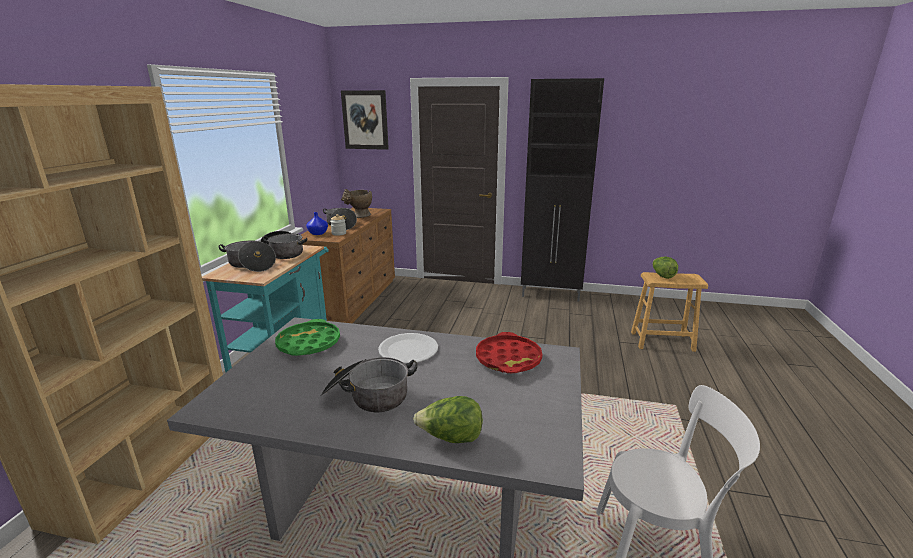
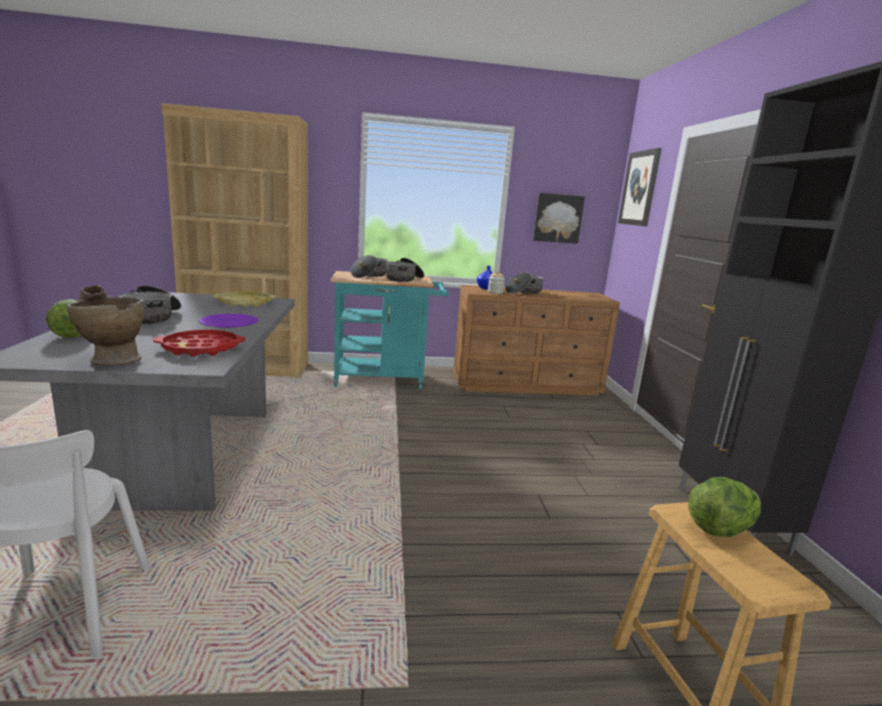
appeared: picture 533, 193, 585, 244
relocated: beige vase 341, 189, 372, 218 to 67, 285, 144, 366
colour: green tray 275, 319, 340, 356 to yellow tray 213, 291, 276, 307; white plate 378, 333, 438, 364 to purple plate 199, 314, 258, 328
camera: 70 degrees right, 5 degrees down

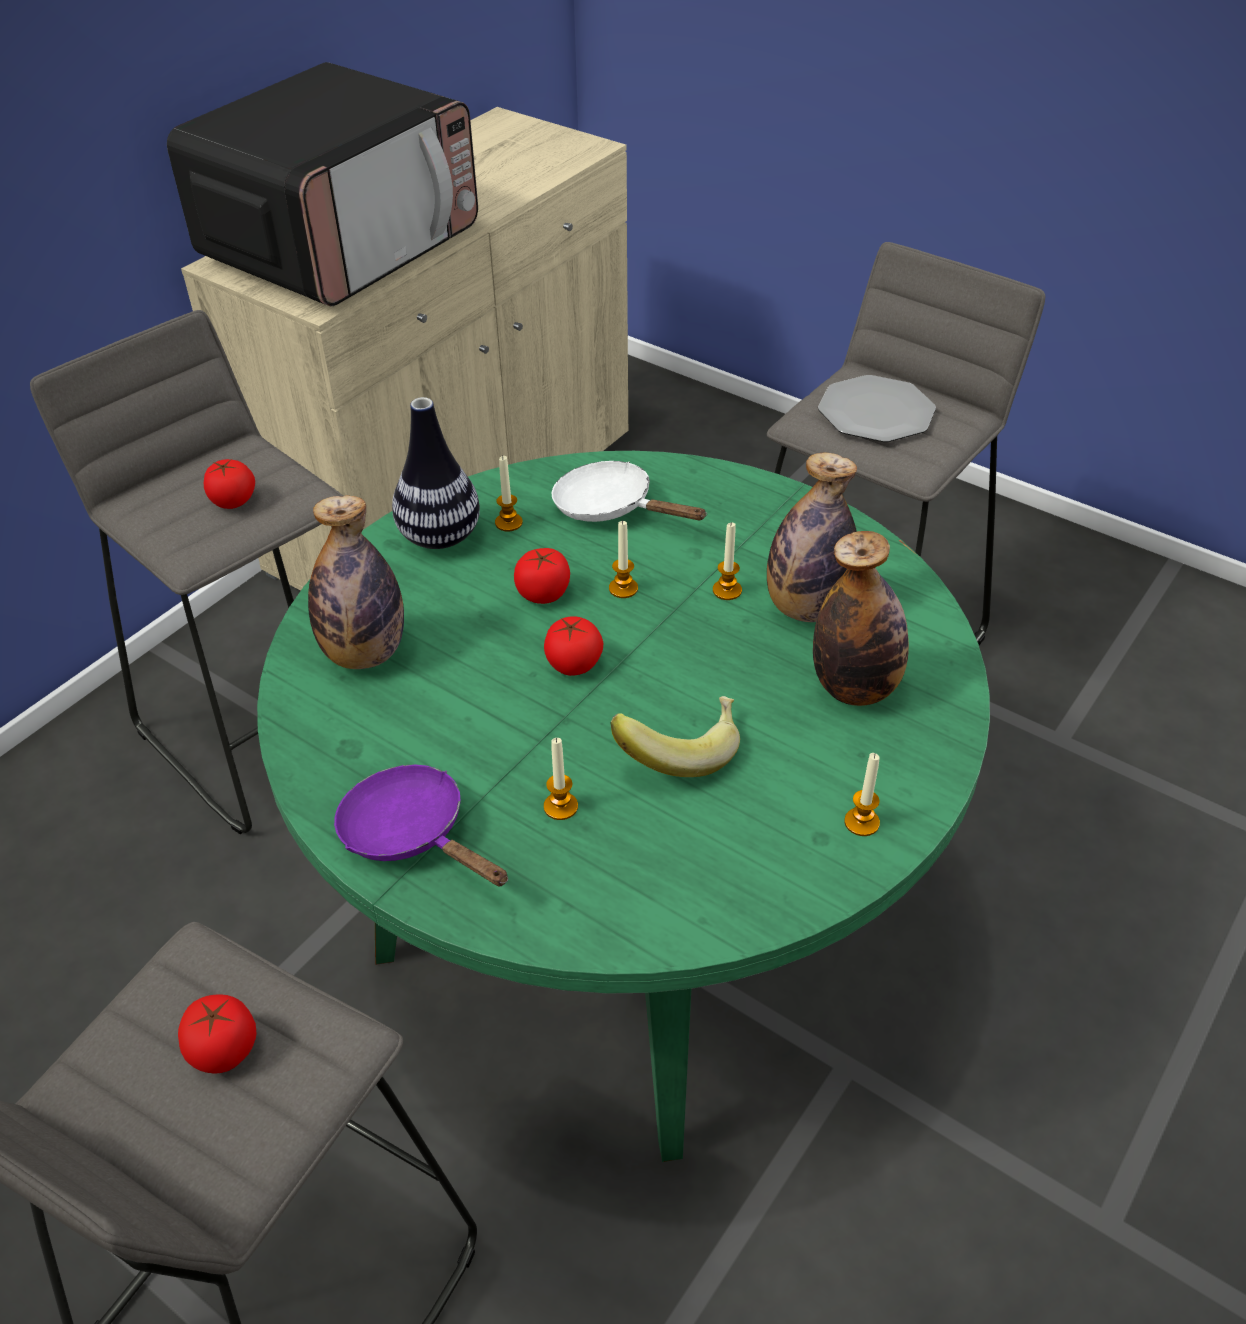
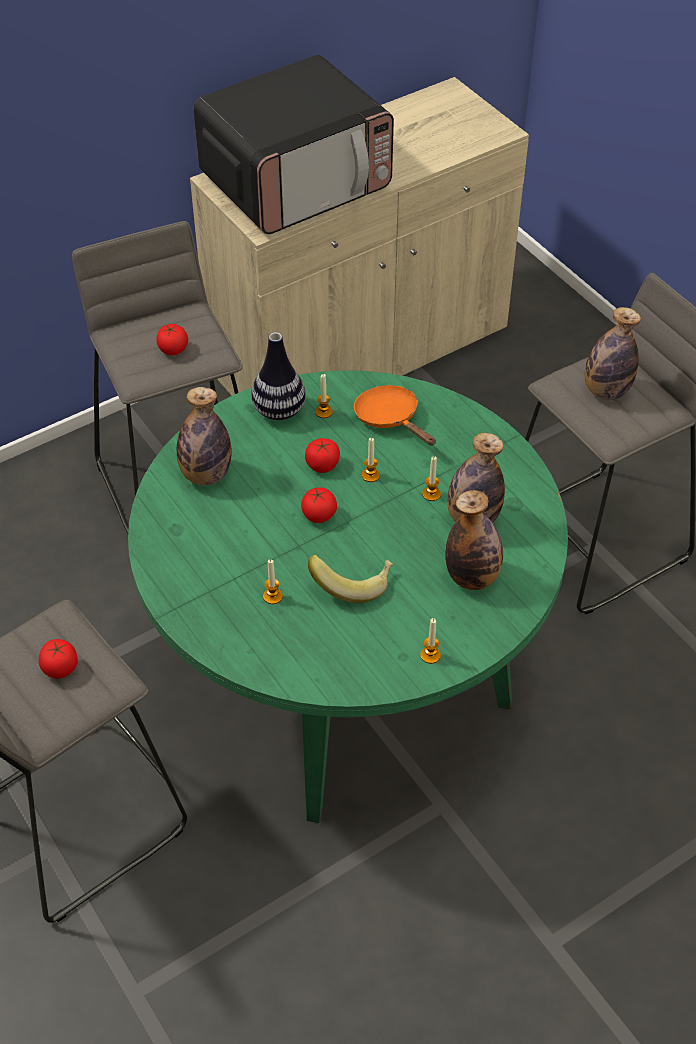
missing: purple frying pan 334, 765, 508, 886
exchanged: plate 818, 375, 936, 442 to bottle 585, 307, 641, 400
colour: white frying pan 552, 461, 707, 522 to orange frying pan 354, 385, 436, 446
camera: 20 degrees right, 5 degrees up

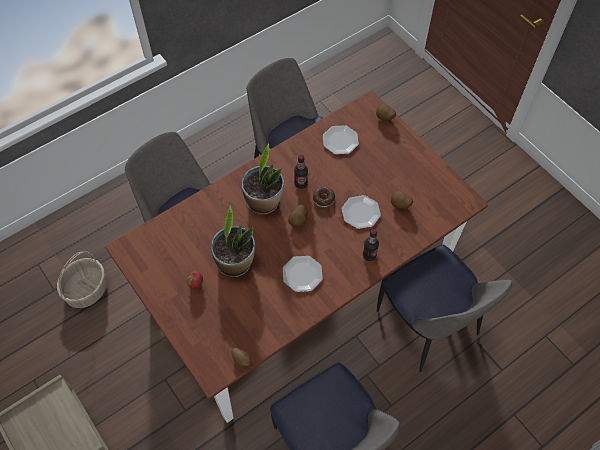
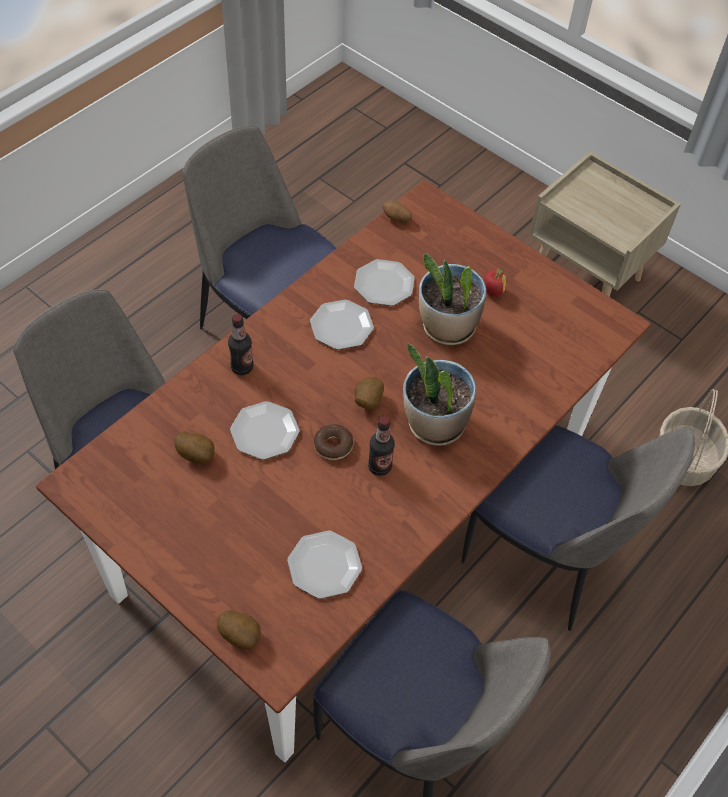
appeared: plate 354, 259, 414, 306
camera: 165 degrees right, 5 degrees down

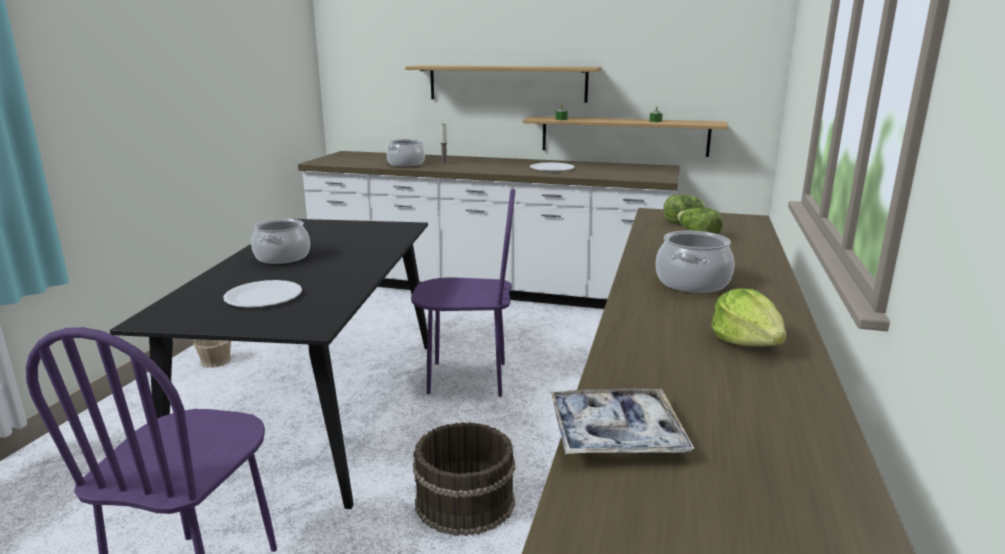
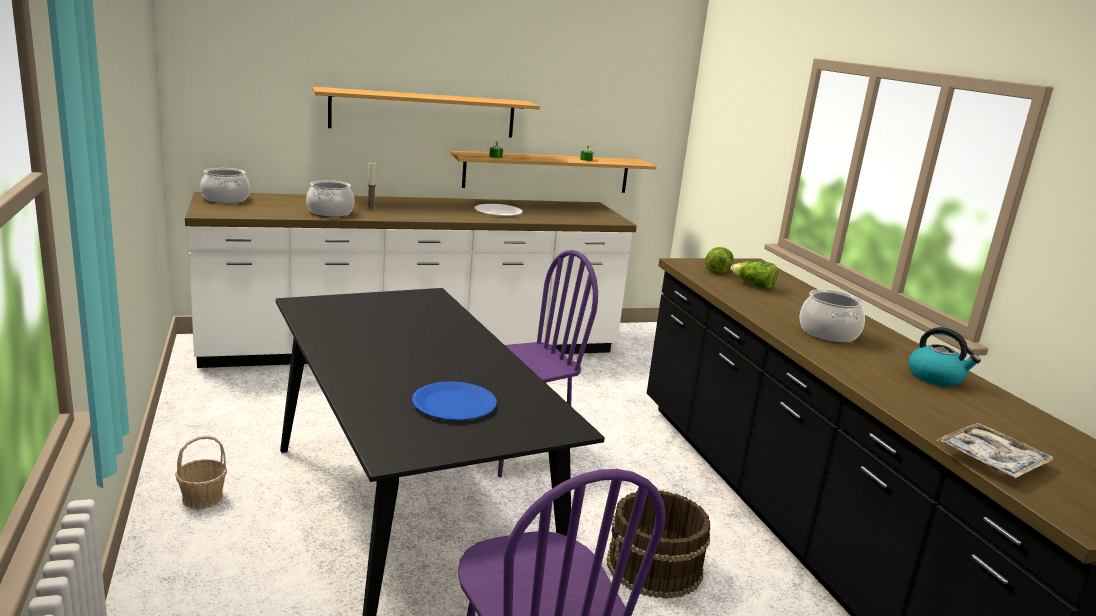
relocated: cooking pot 251, 219, 310, 264 to 200, 168, 250, 203
exchanged: lettuce 711, 288, 787, 347 to kettle 909, 327, 981, 386
colour: white plate 223, 280, 302, 307 to blue plate 412, 381, 497, 420
camera: 35 degrees left, 0 degrees up

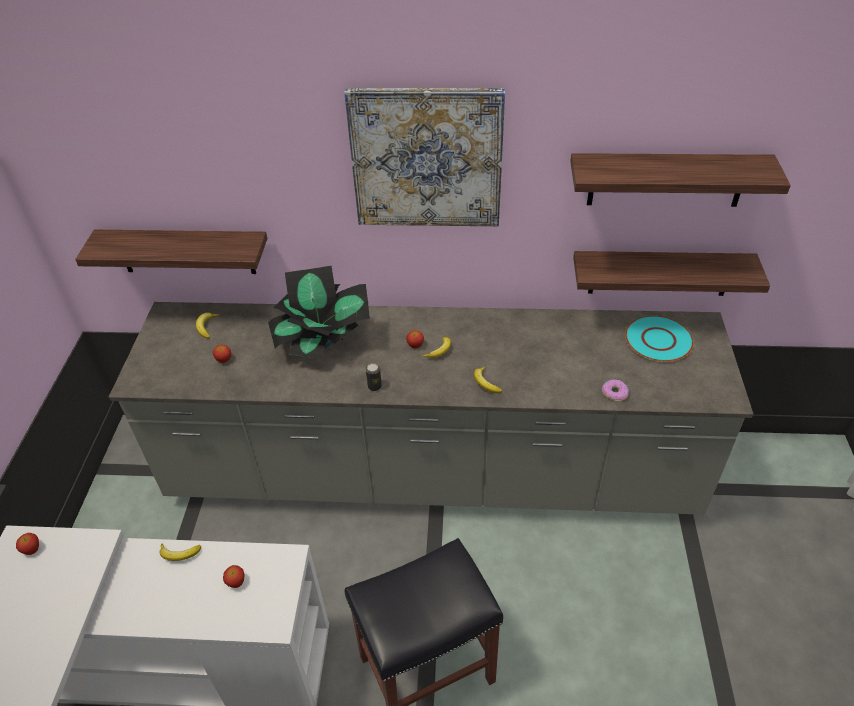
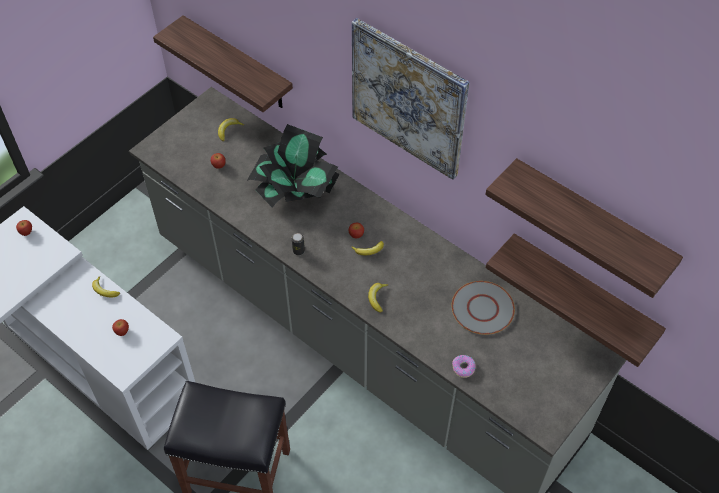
missing: turquoise plate 625, 315, 694, 362
appeared: grey plate 452, 281, 515, 335
camera: 35 degrees right, 10 degrees up

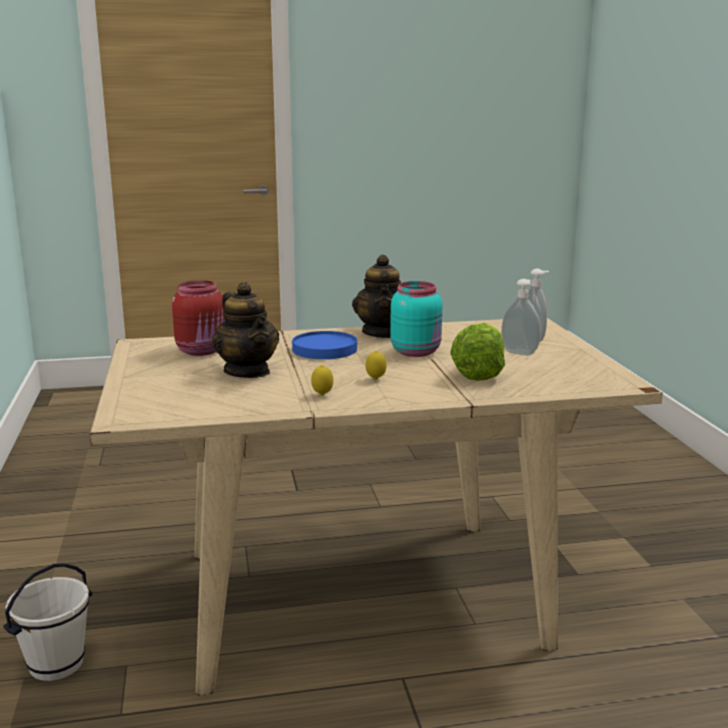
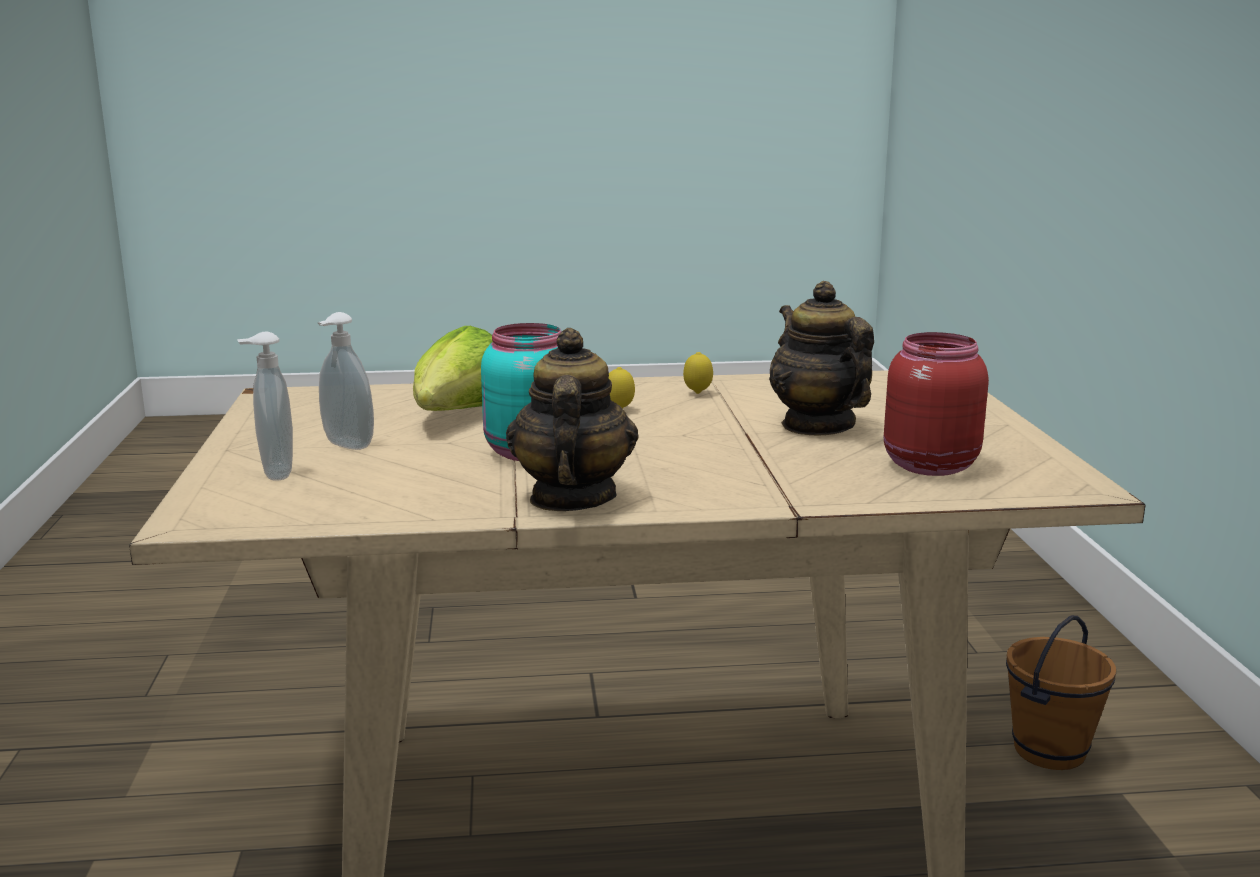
missing: blue plate 292, 331, 357, 359
colour: white bucket 3, 563, 92, 681 to brown bucket 1006, 615, 1116, 770
camera: 175 degrees left, 0 degrees up

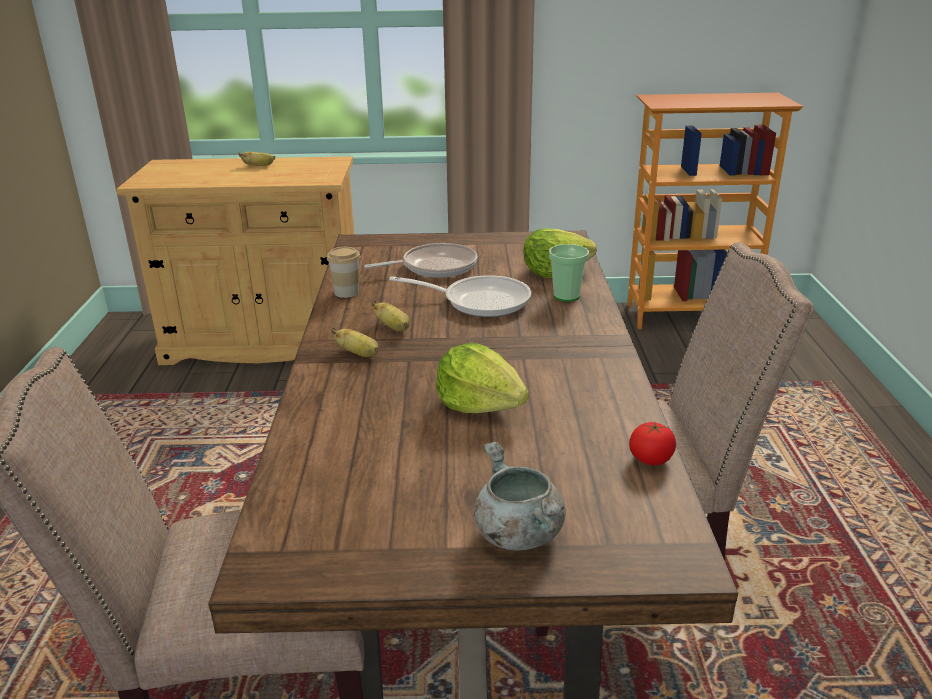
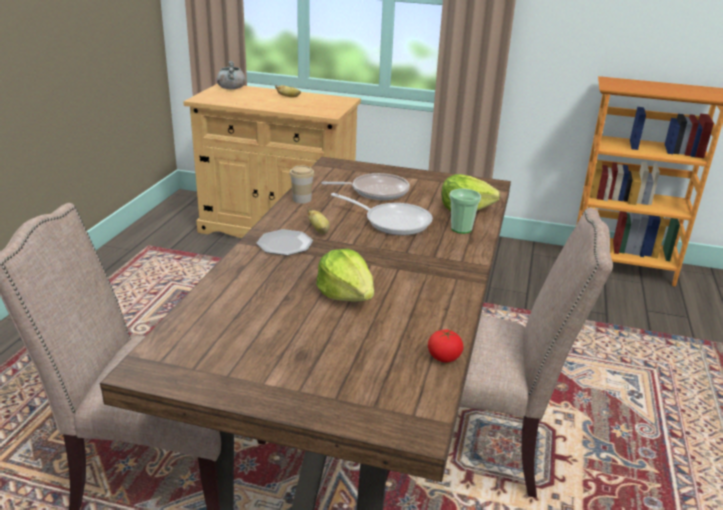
relocated: grey cooking pot 474, 442, 566, 550 to 217, 61, 246, 89
exchanged: banana 331, 327, 379, 357 to plate 257, 229, 313, 256
camera: 15 degrees right, 0 degrees up

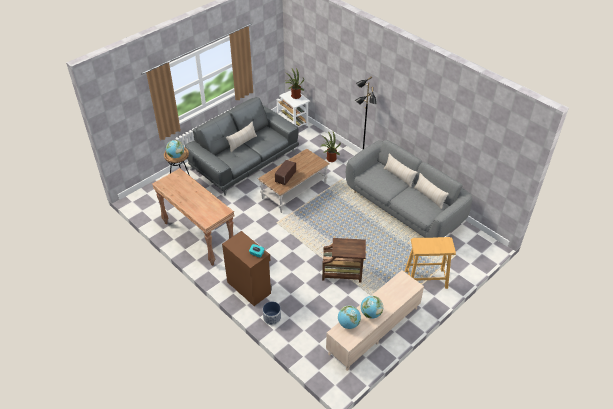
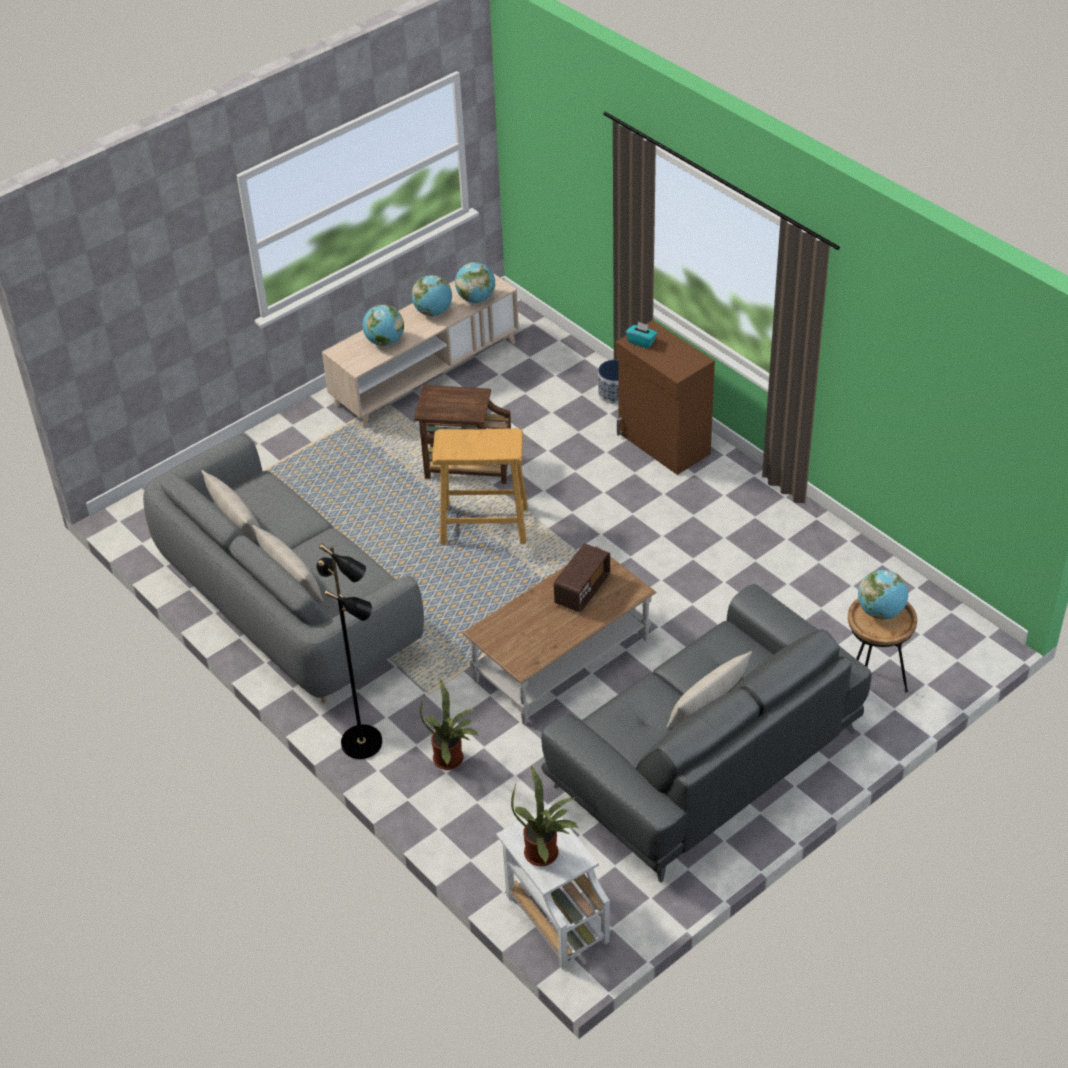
missing: brown console table 152, 168, 234, 266
appeared: globe 362, 304, 404, 346
relocated: beige stool 405, 237, 456, 289 to 432, 428, 528, 545
camera: 175 degrees left, 0 degrees up

